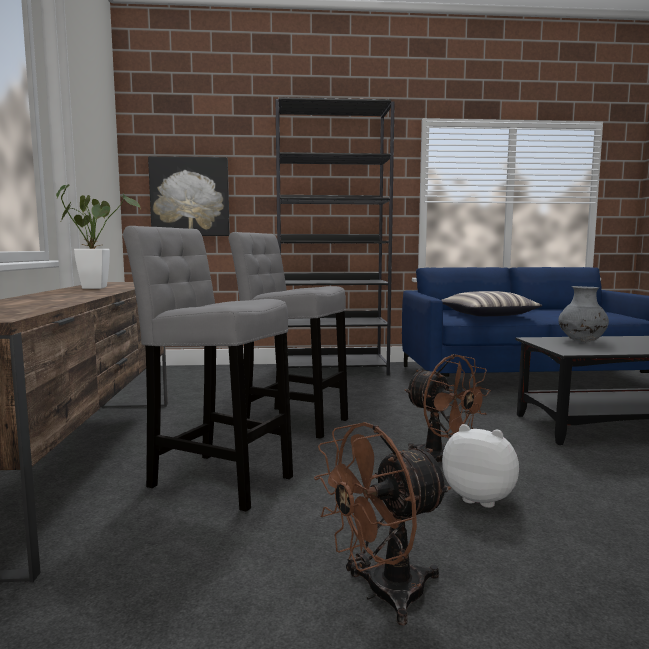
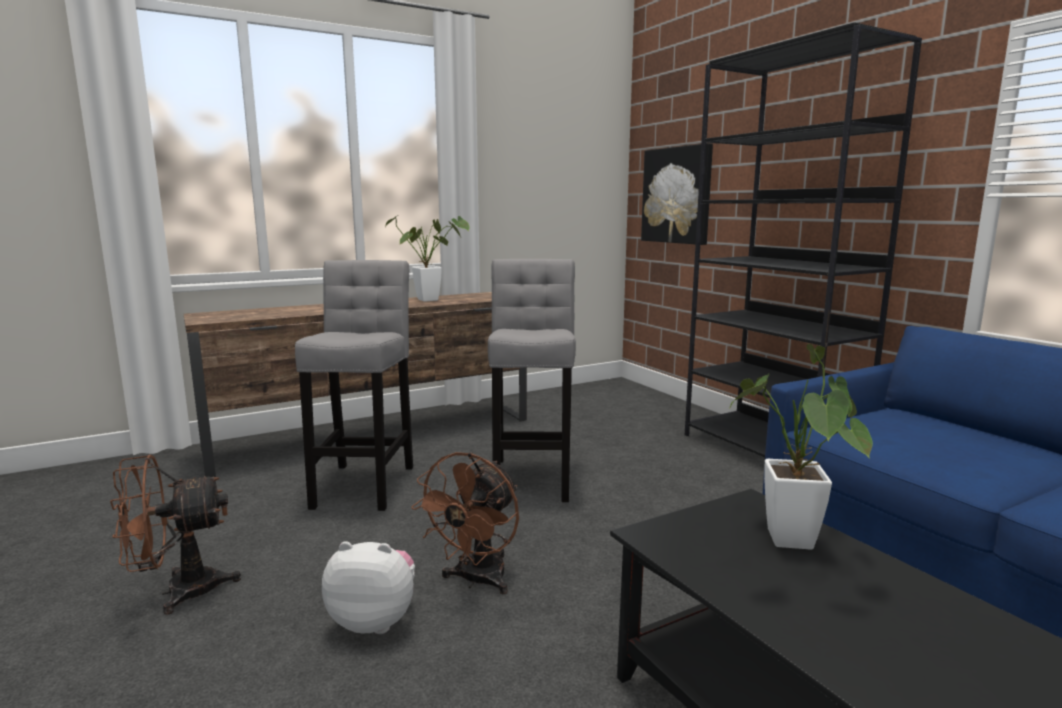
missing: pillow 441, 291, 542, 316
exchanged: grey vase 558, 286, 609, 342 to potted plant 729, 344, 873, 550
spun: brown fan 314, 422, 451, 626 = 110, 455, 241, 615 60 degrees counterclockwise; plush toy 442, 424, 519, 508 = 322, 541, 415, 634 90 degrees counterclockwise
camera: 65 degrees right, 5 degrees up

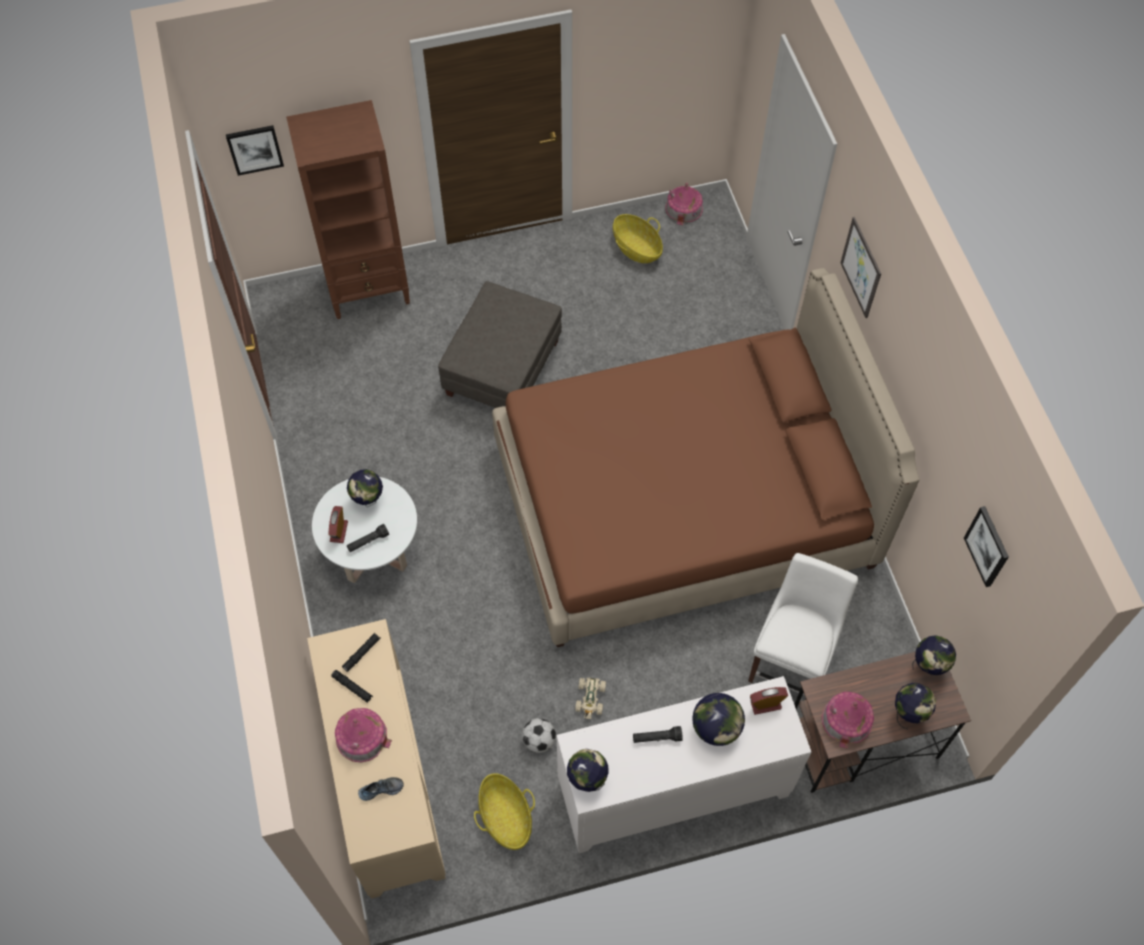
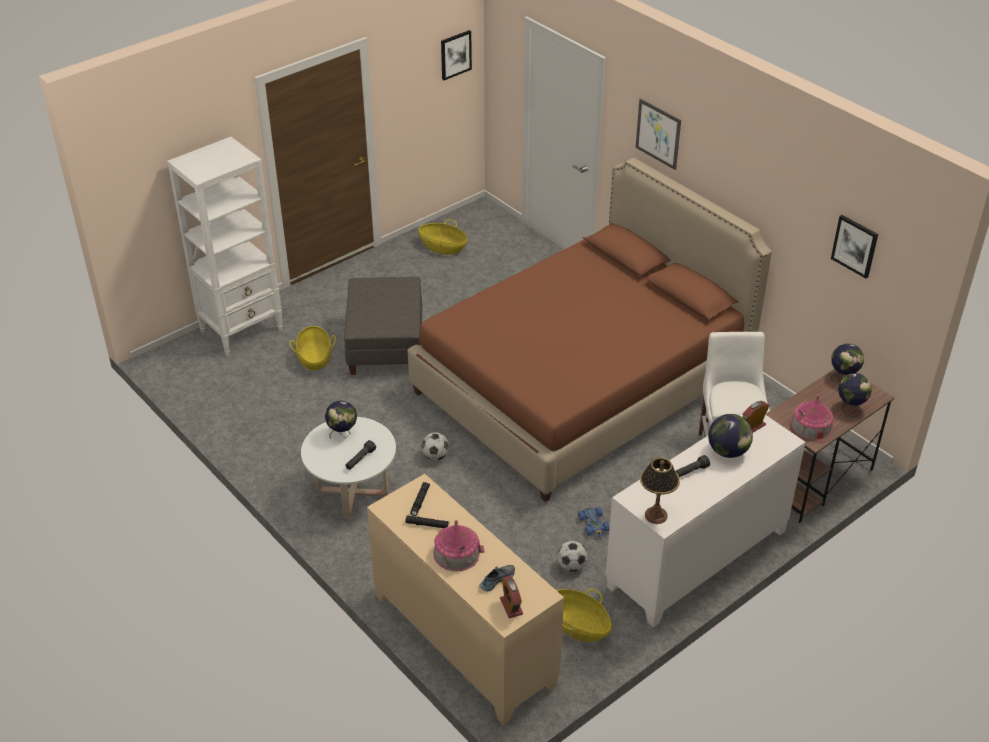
missing: toy house 665, 183, 703, 225
appeared: basket 290, 326, 336, 370; football 421, 432, 449, 461
relocated: picture 226, 125, 284, 176 to 441, 30, 472, 80; alarm clock 328, 506, 348, 543 to 500, 576, 523, 618
exchanged: globe 567, 749, 609, 792 to table lamp 640, 458, 680, 524
colour: brown bookcase 286, 100, 410, 319 to white bookcase 167, 137, 283, 356; beige toy car 575, 677, 606, 719 to blue toy car 578, 507, 610, 537
camera: 25 degrees left, 20 degrees down

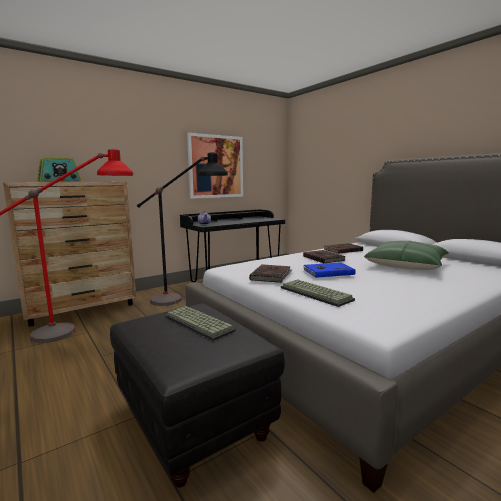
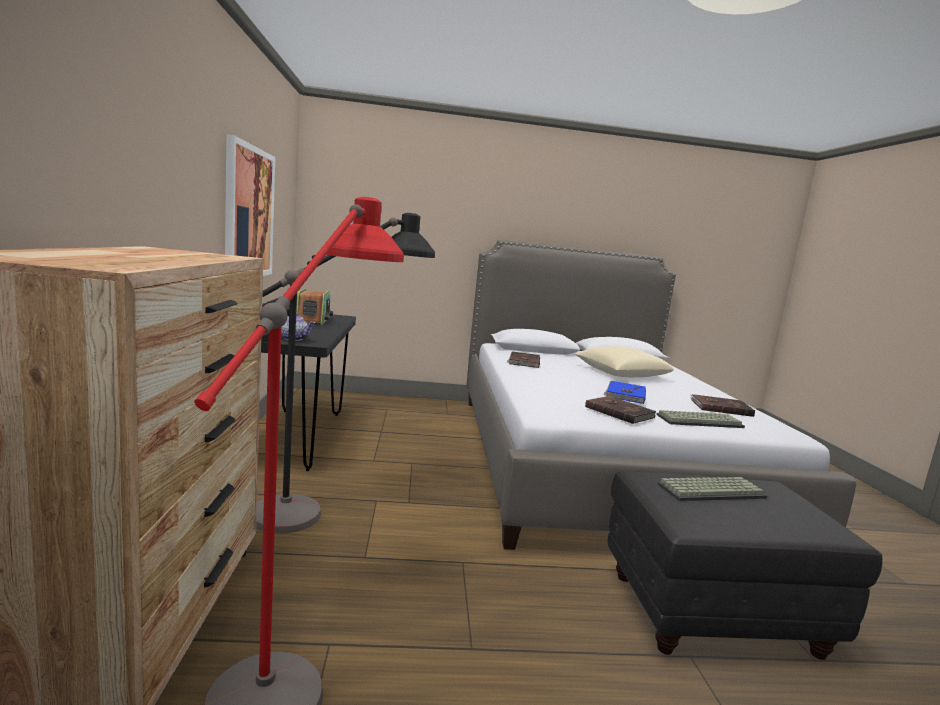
relocated: radio 37, 158, 81, 182 to 296, 289, 333, 325; brown book 303, 250, 346, 263 to 690, 394, 755, 417
colour: green pillow 364, 241, 449, 270 to beige pillow 575, 346, 674, 377
camera: 60 degrees left, 0 degrees up

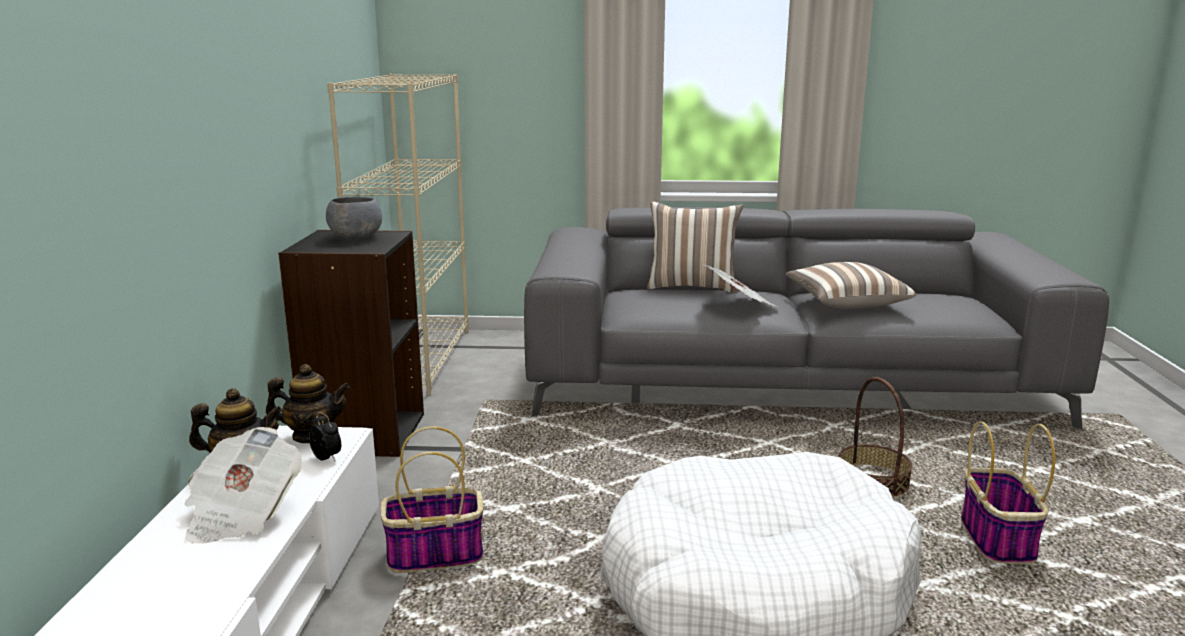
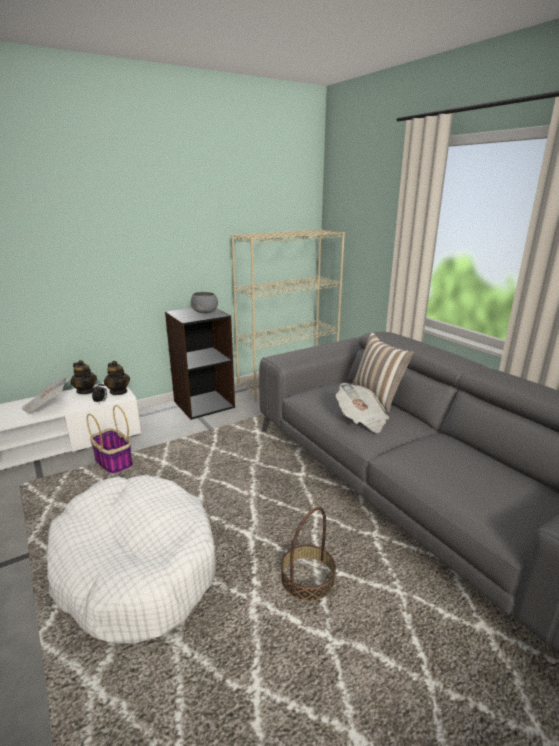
missing: pillow 786, 262, 916, 309; basket 961, 421, 1055, 564
camera: 55 degrees right, 5 degrees up

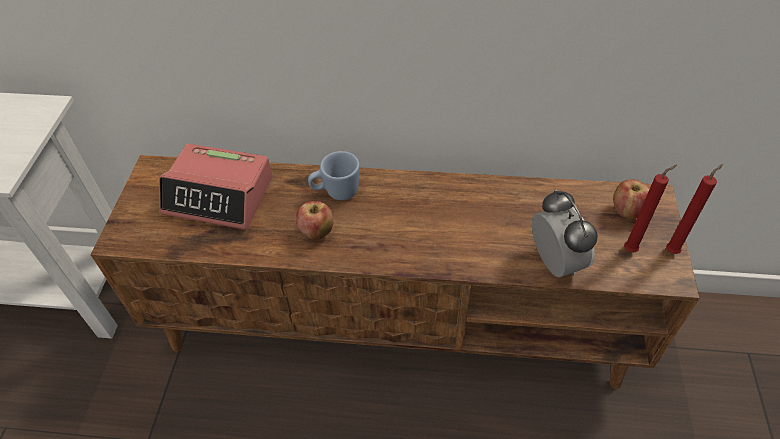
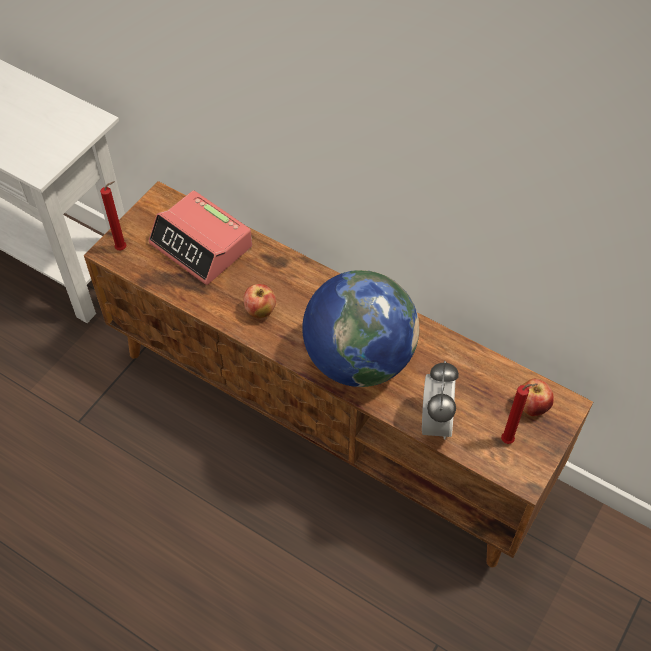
missing: blue mug 308, 151, 360, 200
appeared: globe 302, 270, 419, 387
relocated: red candle 666, 164, 723, 254 to 100, 181, 127, 251
camera: 25 degrees right, 5 degrees up

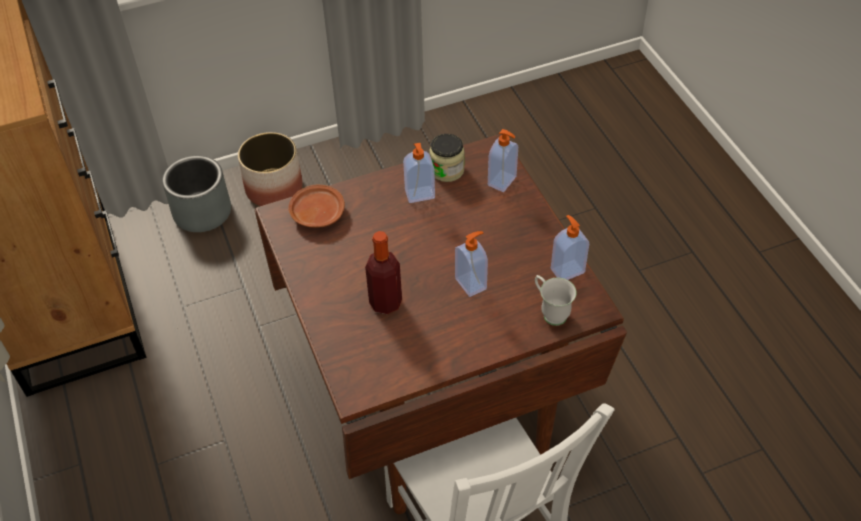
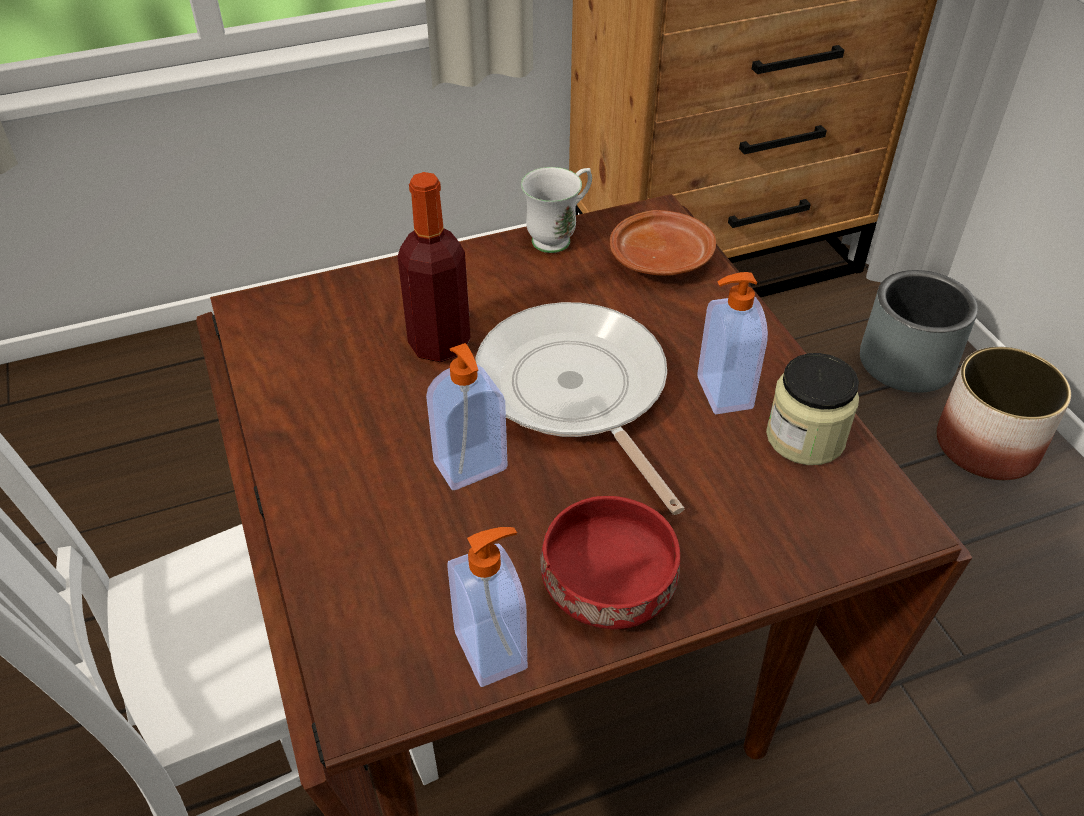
missing: soap dispenser 488, 129, 518, 192
appeared: frying pan 475, 302, 684, 515; red bowl 540, 496, 680, 629
relocated: white mug 535, 275, 577, 326 to 521, 167, 592, 253
camera: 90 degrees right, 5 degrees down

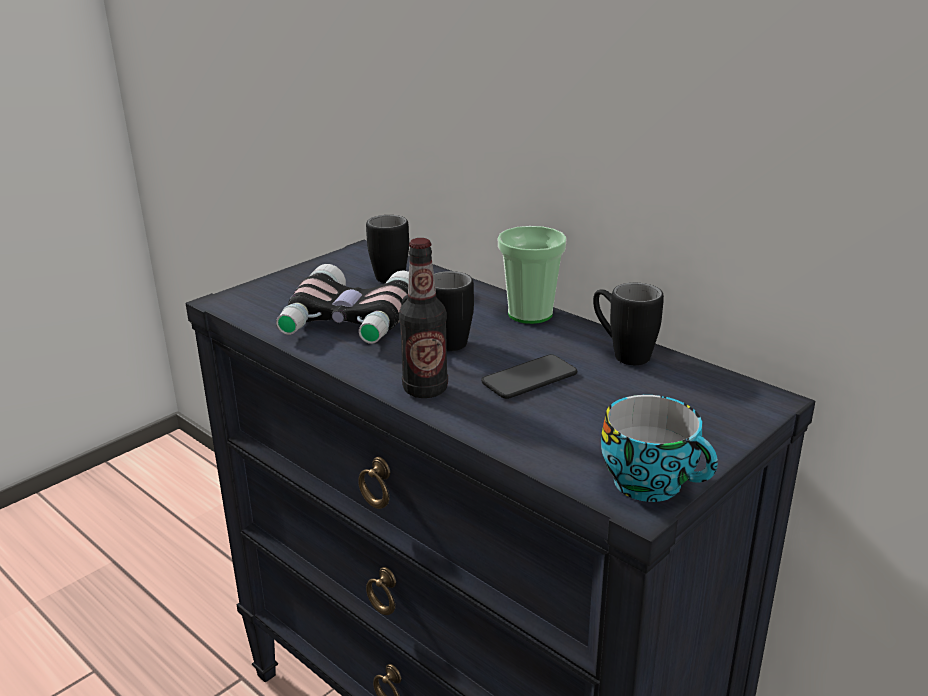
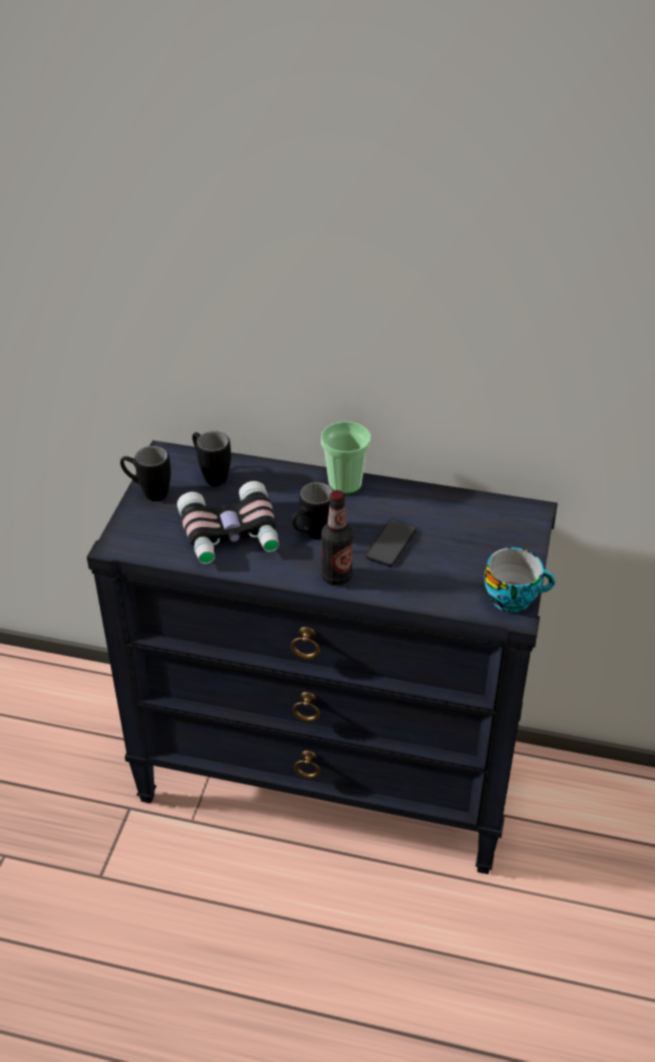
relocated: black mug 593, 283, 664, 365 to 120, 446, 171, 501
camera: 30 degrees left, 15 degrees up

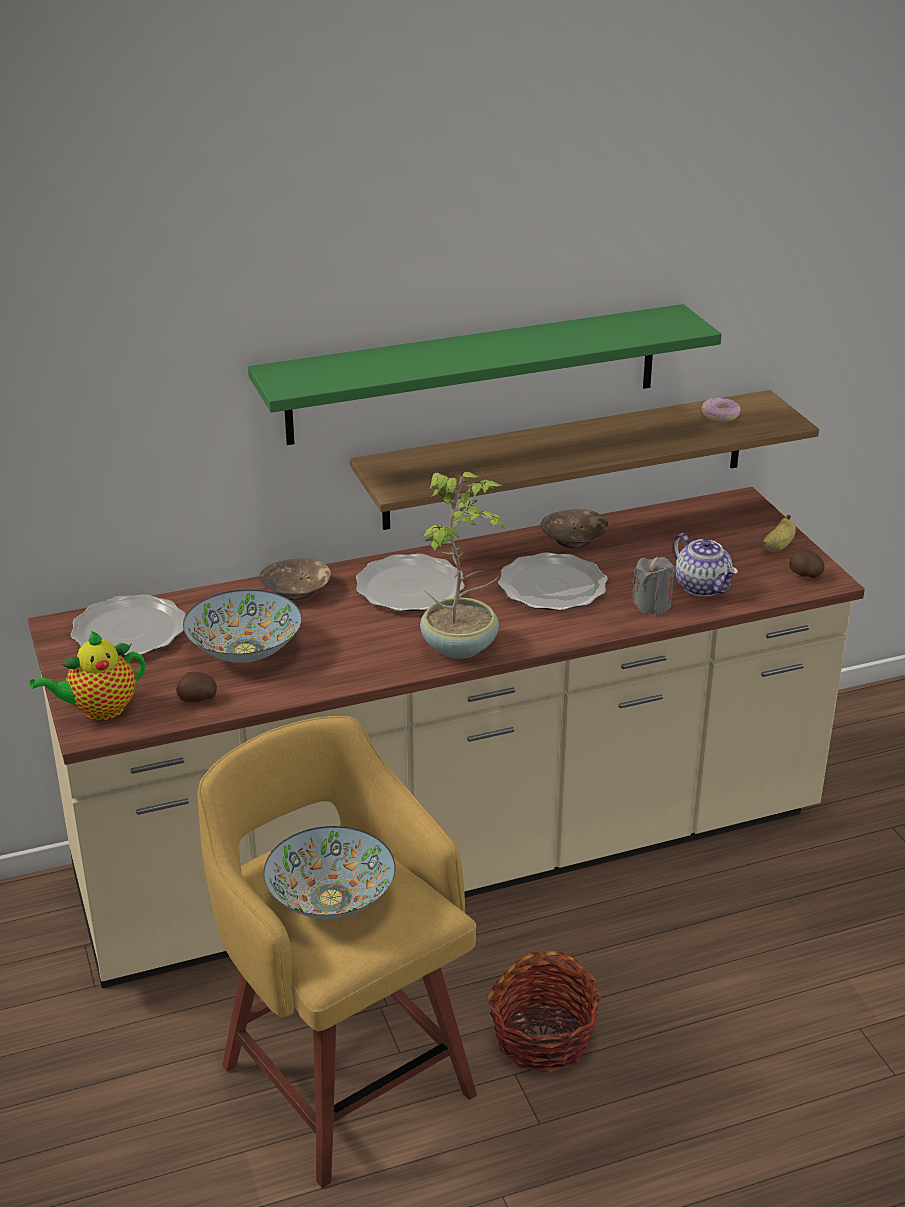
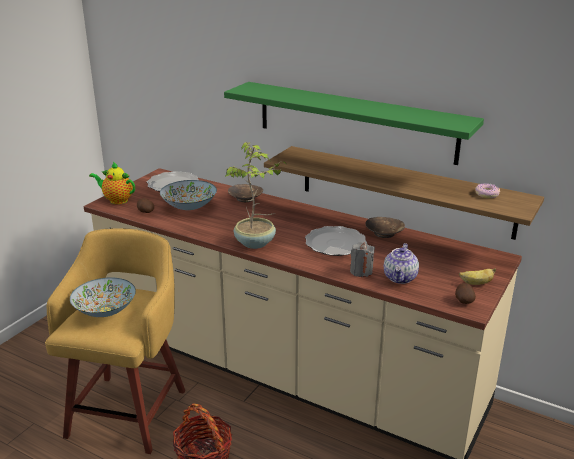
missing: plate 356, 554, 465, 611
camera: 50 degrees right, 5 degrees down

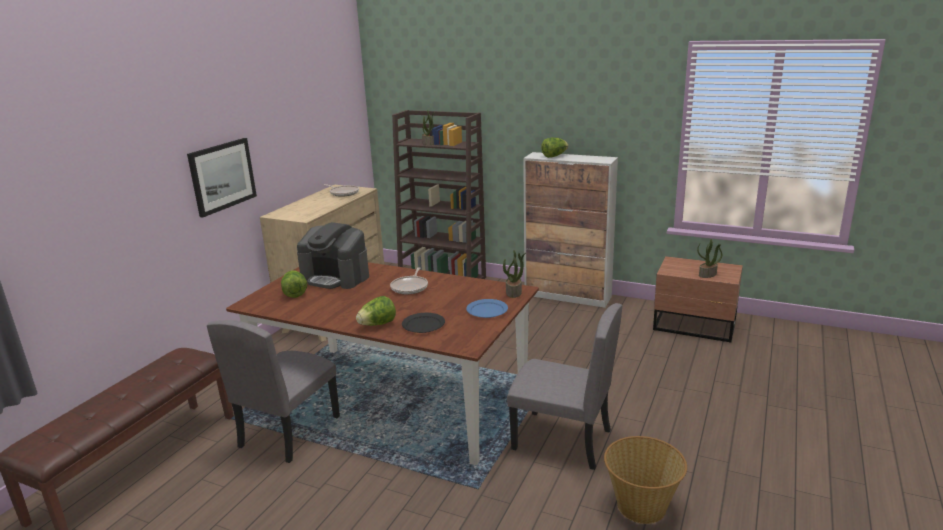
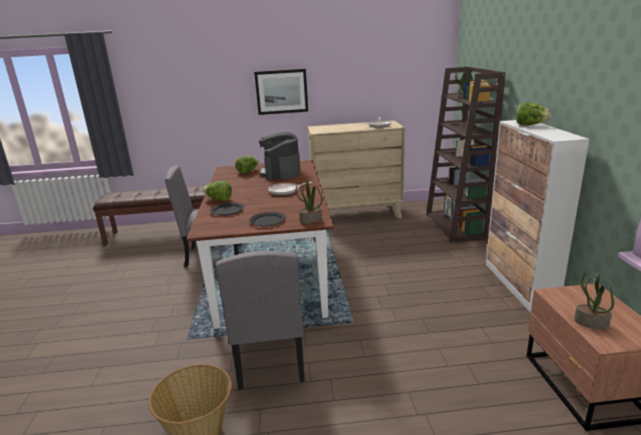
colour: blue plate 466, 299, 508, 318 to black plate 250, 212, 286, 227
camera: 60 degrees right, 0 degrees up

